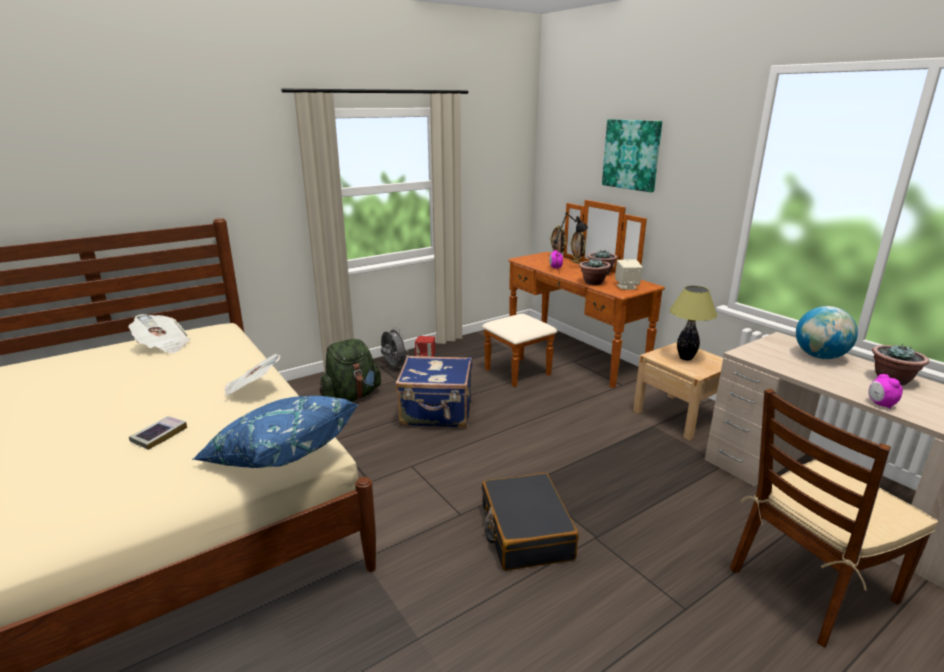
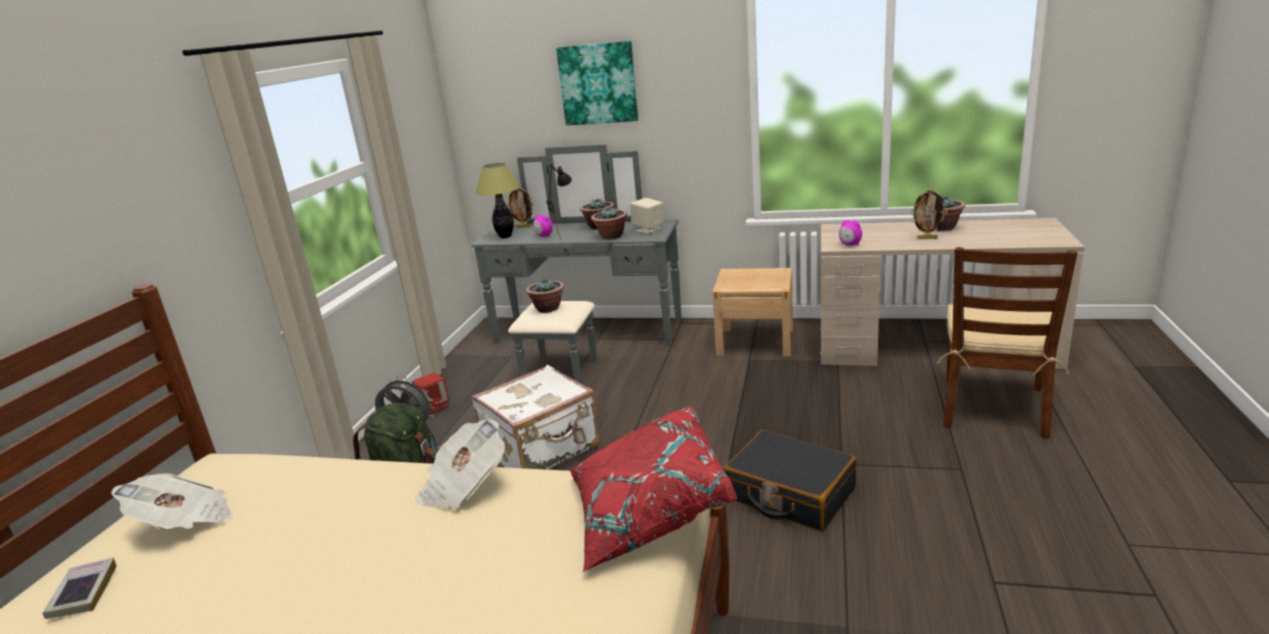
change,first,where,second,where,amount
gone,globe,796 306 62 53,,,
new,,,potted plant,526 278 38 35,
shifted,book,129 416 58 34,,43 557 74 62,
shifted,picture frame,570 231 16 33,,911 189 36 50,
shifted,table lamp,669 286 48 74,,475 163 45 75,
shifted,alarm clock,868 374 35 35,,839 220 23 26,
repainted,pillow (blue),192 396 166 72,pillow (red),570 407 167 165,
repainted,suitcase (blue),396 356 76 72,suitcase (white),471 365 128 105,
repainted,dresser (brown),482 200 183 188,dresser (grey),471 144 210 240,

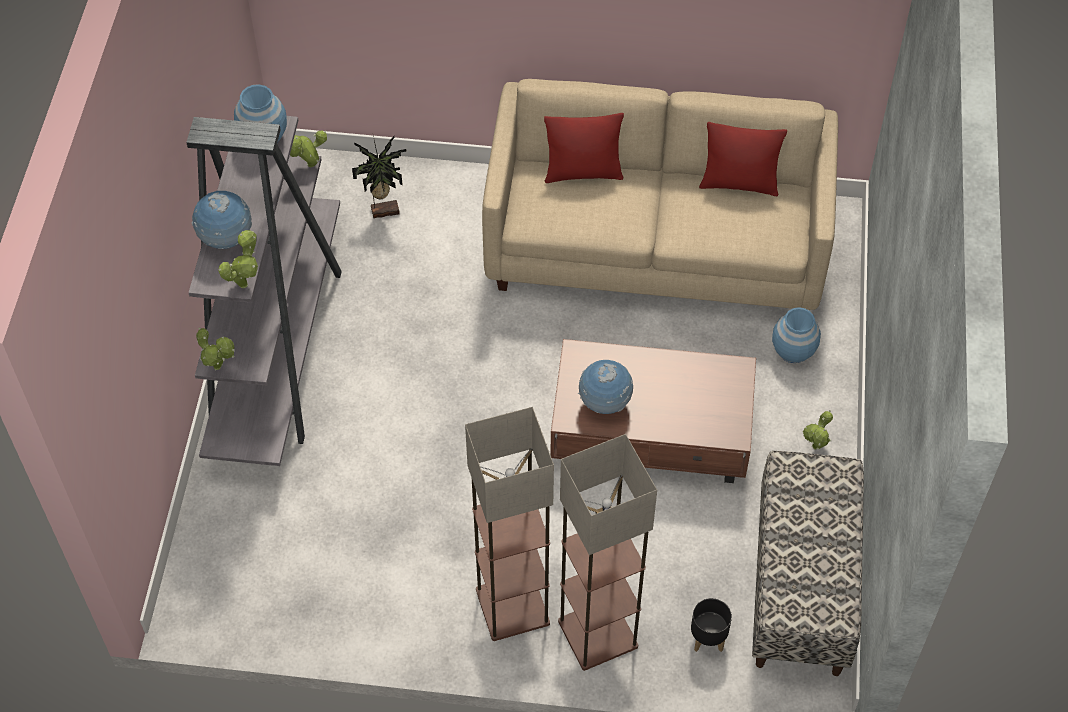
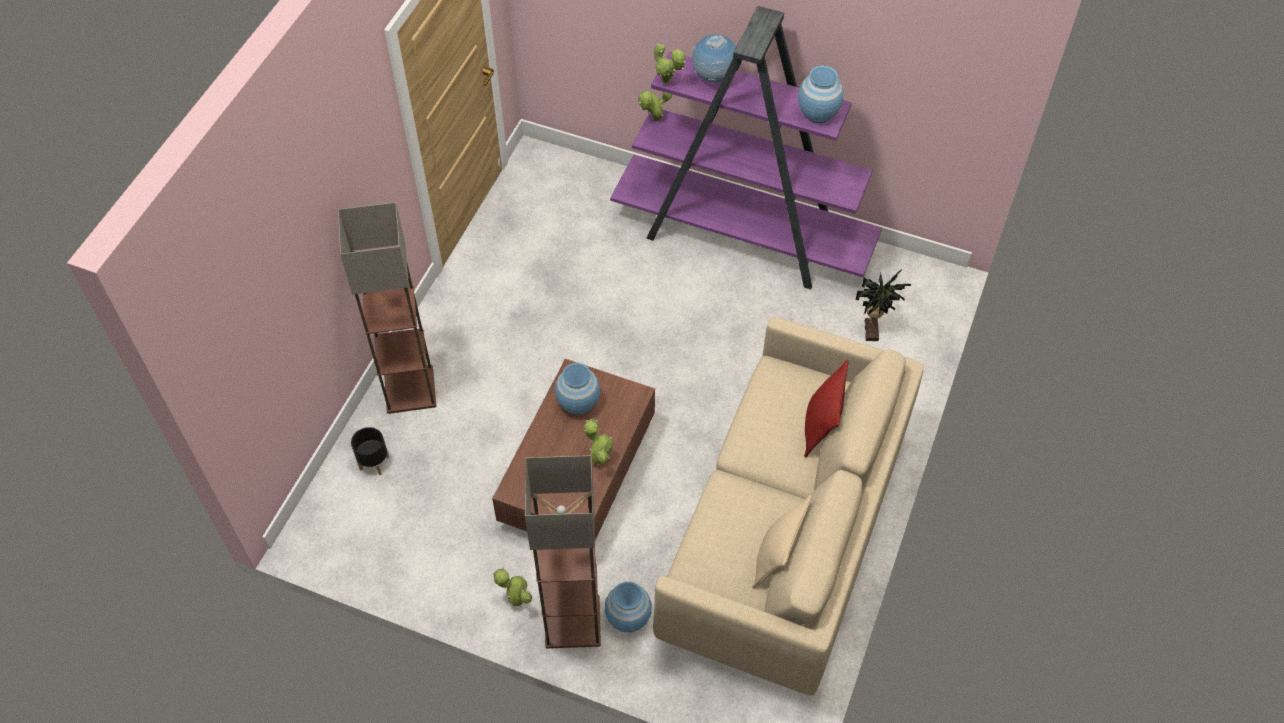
change,first,where,second,where,amount
gone,bench,752 451 112 225,,,
shifted,potted plant,290 131 37 36,,584 419 30 47,
shifted,floor lamp,465 407 89 234,,525 455 76 193,
swapped,globe,578 360 55 54,vase (blue),555 363 45 52,
repainted,bookcase (grey),186 116 156 350,bookcase (purple),610 6 272 283,
repainted,pillow (red),699 122 88 74,pillow (beige),752 495 60 94,

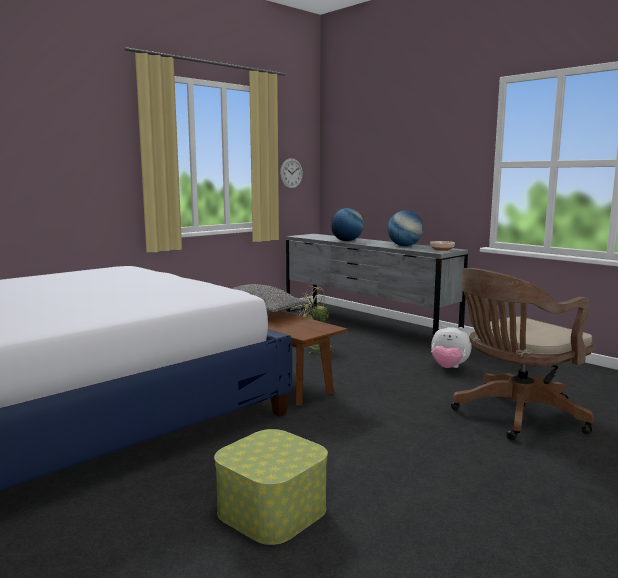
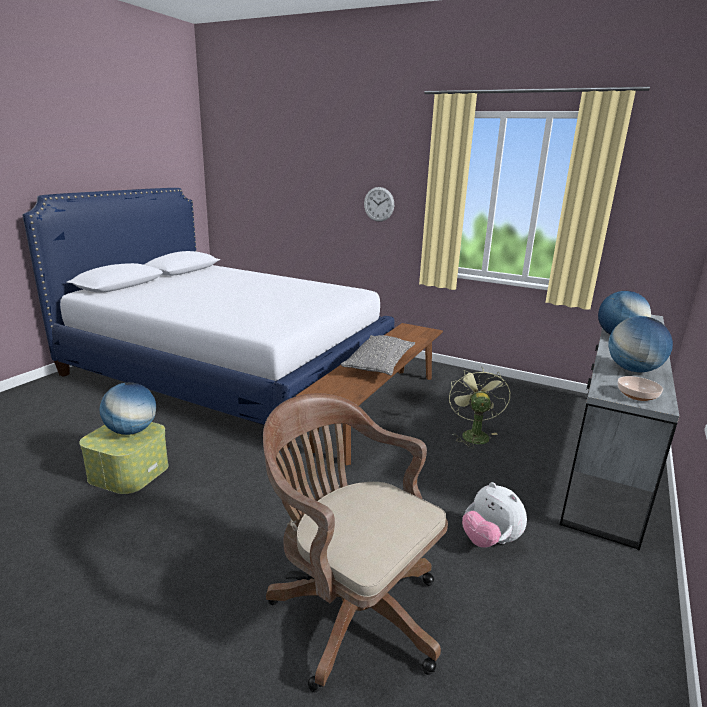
change,first,where,second,where,amount
new,,,globe,99 382 57 53,
shifted,wall clock,280 158 23 31,,364 187 30 35,
rotated,plush toy,431 325 41 43,,462 482 65 66,45 degrees counterclockwise

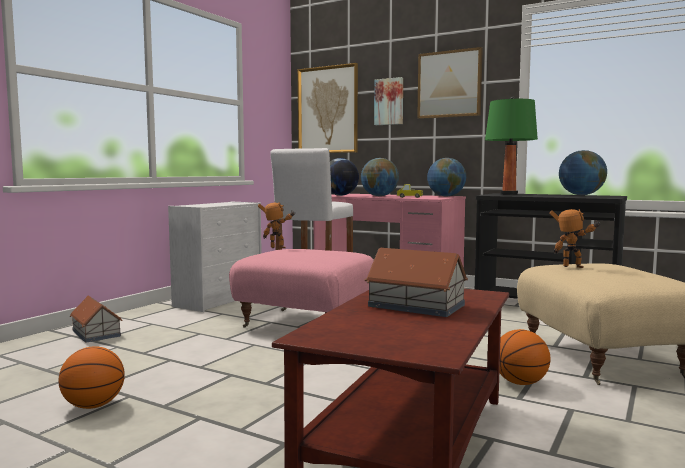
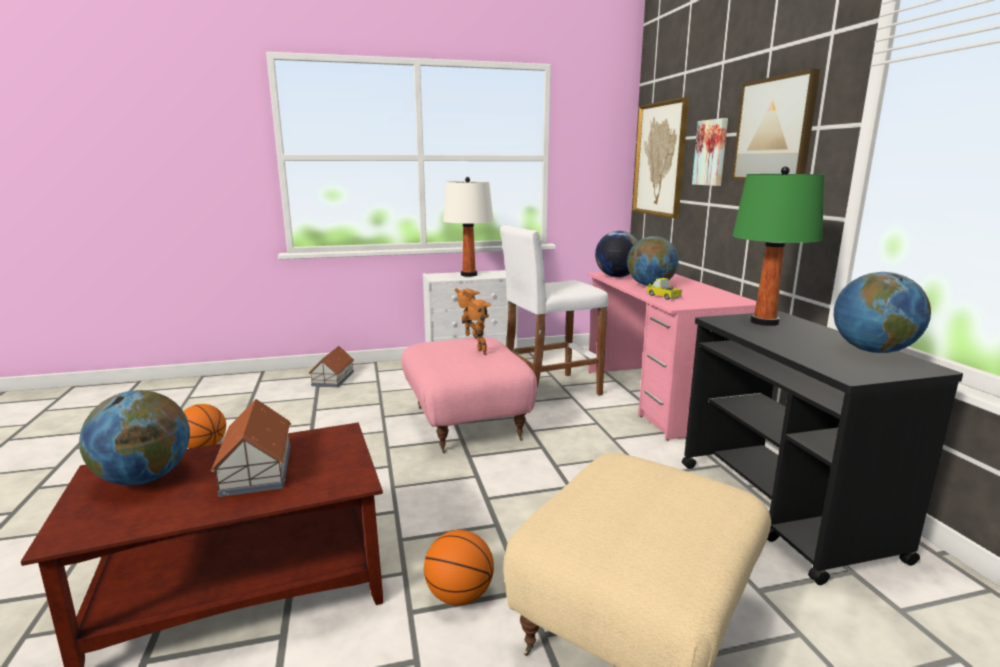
change,first,where,second,where,amount
new,,,table lamp (white),443 177 51 100,
shifted,globe,427 158 39 38,,79 390 111 95,
shifted,toy robot,550 209 51 59,,468 298 23 57,

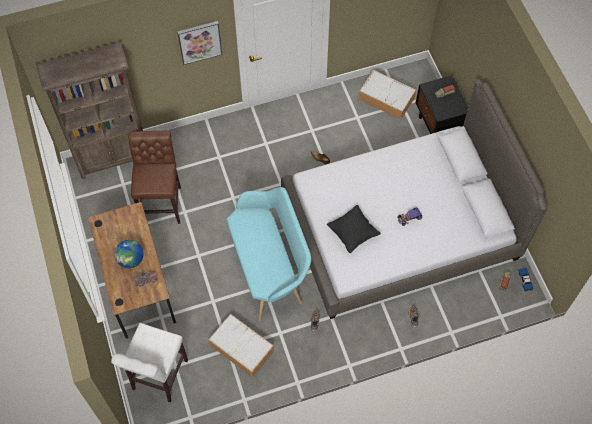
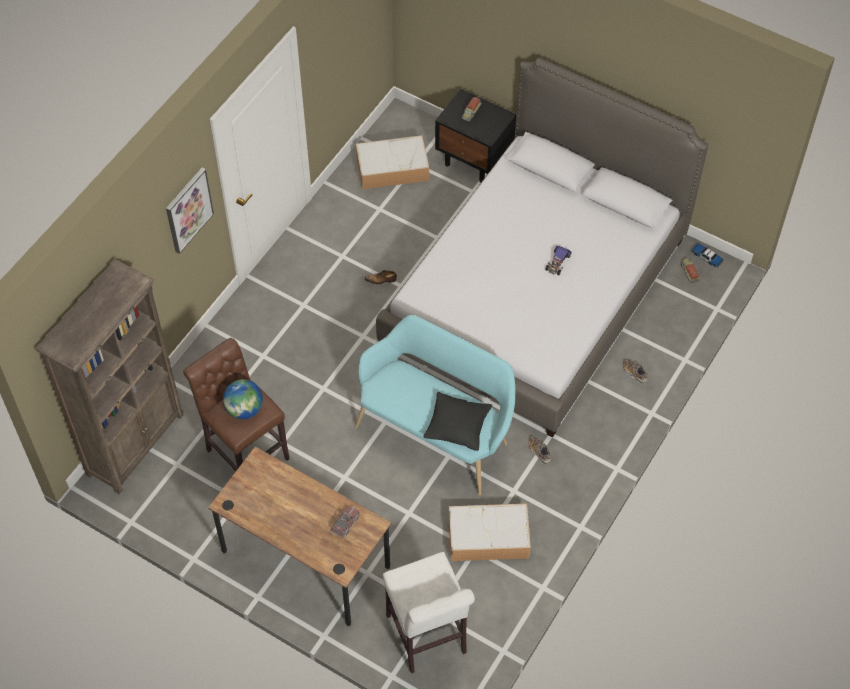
change,first,where,second,where,amount
shifted,globe,115 240 28 28,,223 379 40 40,
shifted,pillow (black),327 205 54 48,,423 392 69 59,

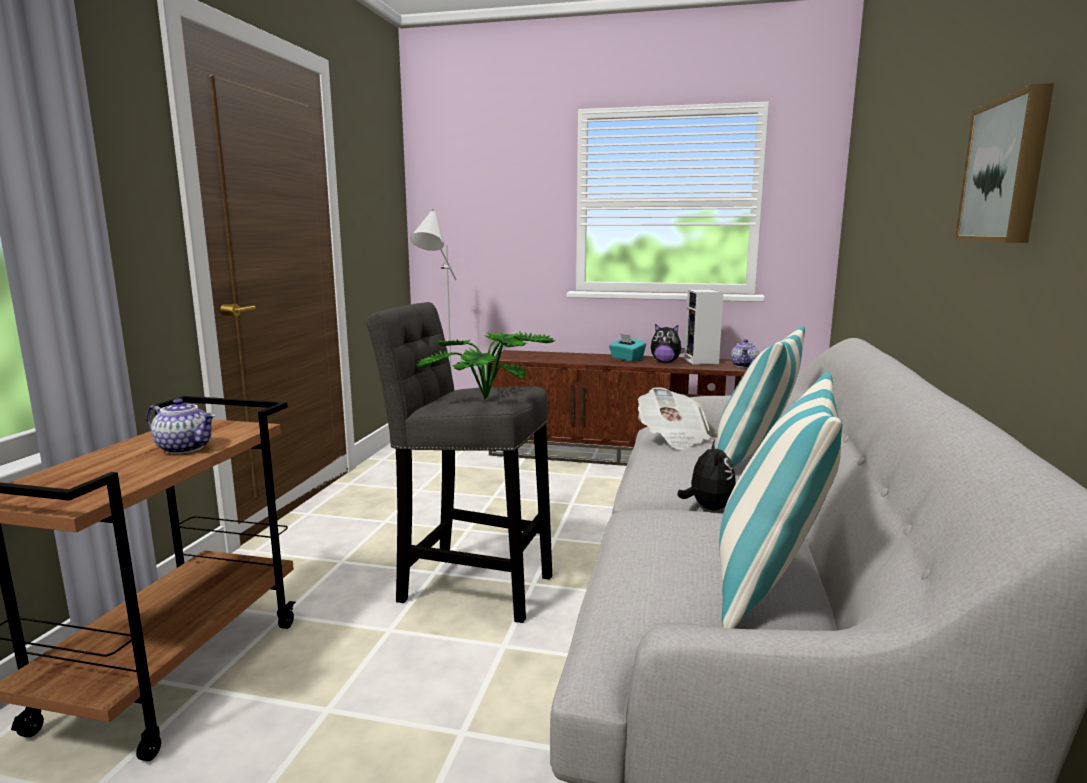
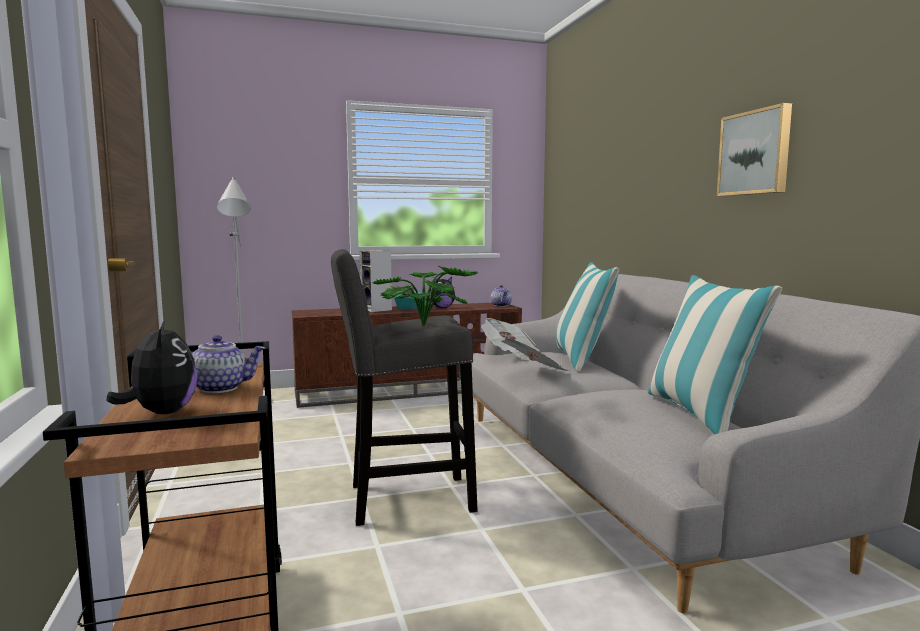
change,first,where,second,where,amount
new,,,newspaper,501 339 68 32,
shifted,plush toy,677 440 59 70,,107 319 90 95,
shifted,speaker,684 290 39 75,,360 250 32 62,

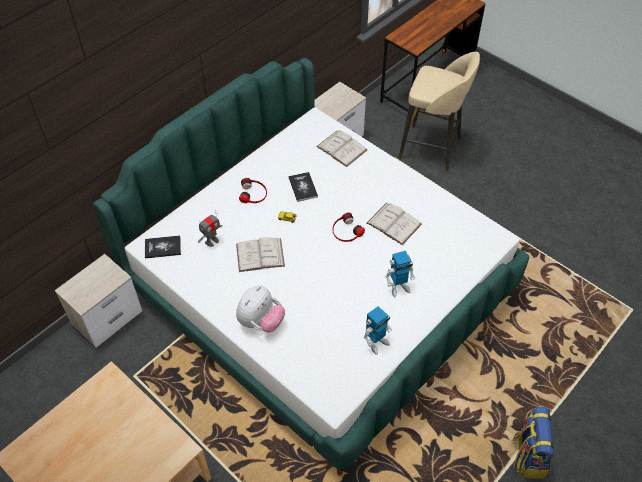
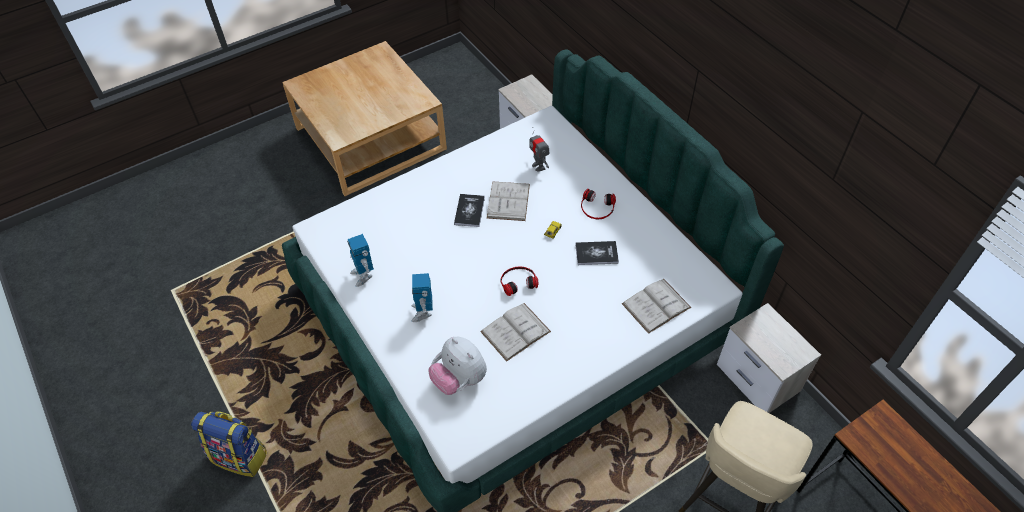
change,first,where,second,where,amount
shifted,book,145 235 36 24,,454 194 31 33,
shifted,plush toy,236 286 49 46,,428 337 59 58,

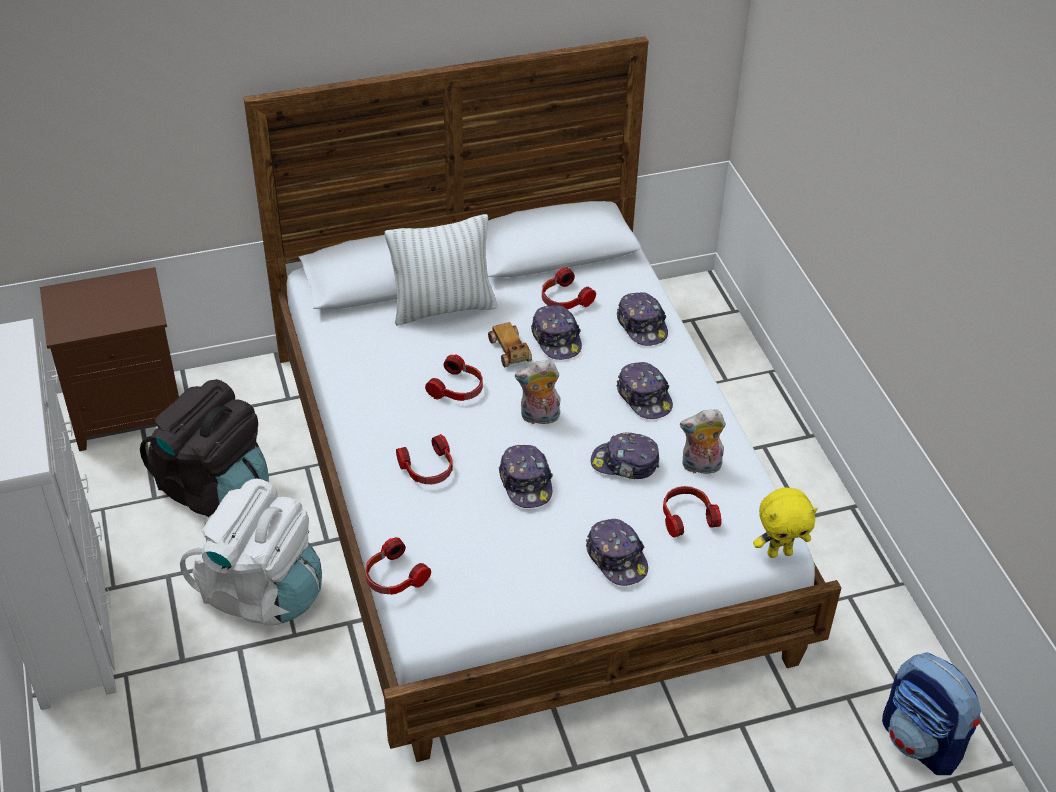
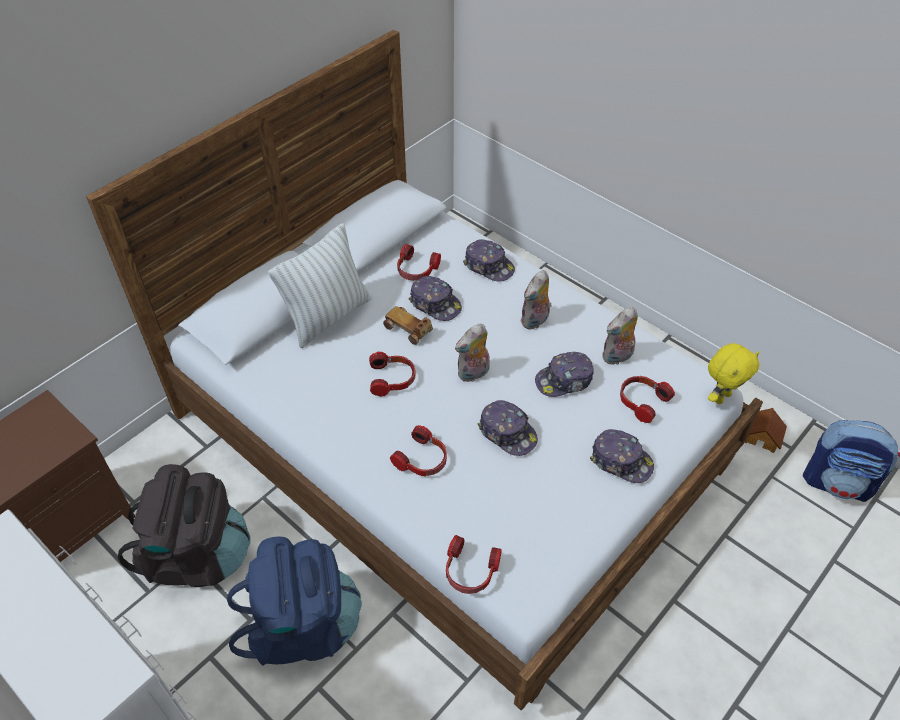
change,first,where,second,where,amount
new,,,toy house,745 408 42 45,
swapped,cap,617 362 56 57,plush toy,520 270 32 60,
repainted,backpack (white),180 479 142 147,backpack (blue),227 536 135 130,

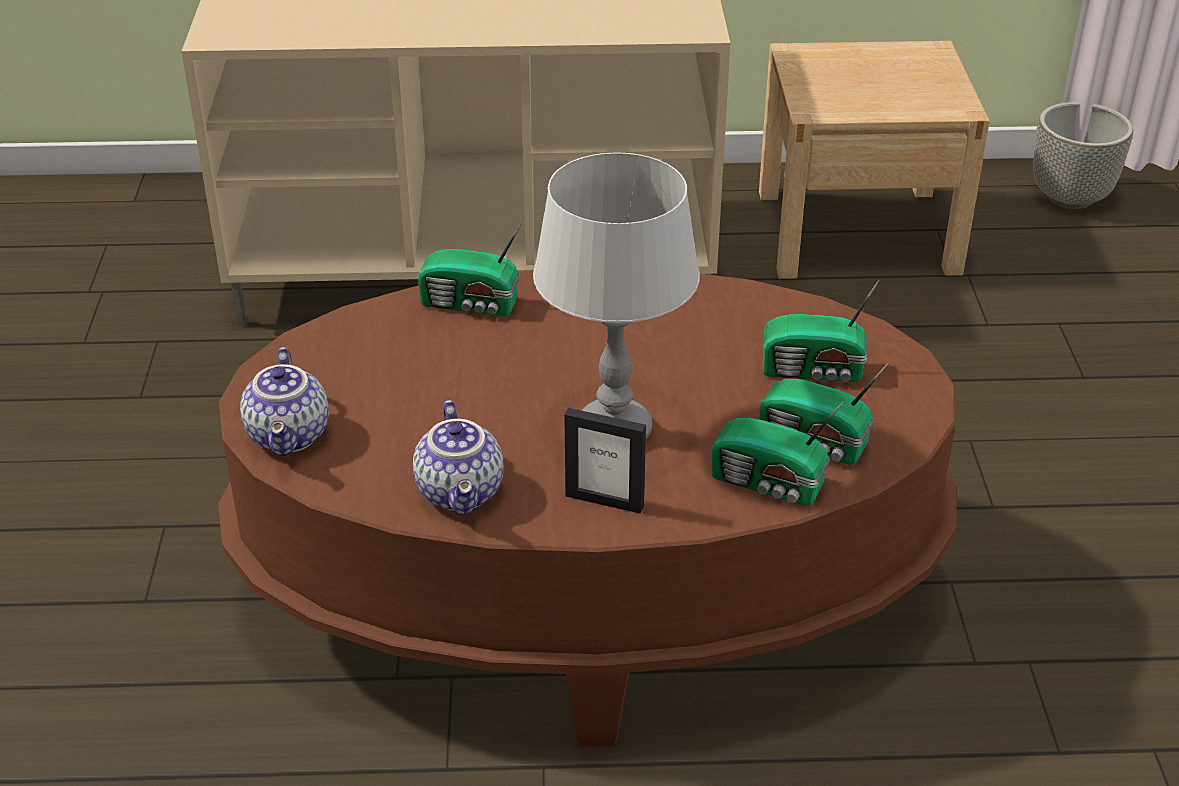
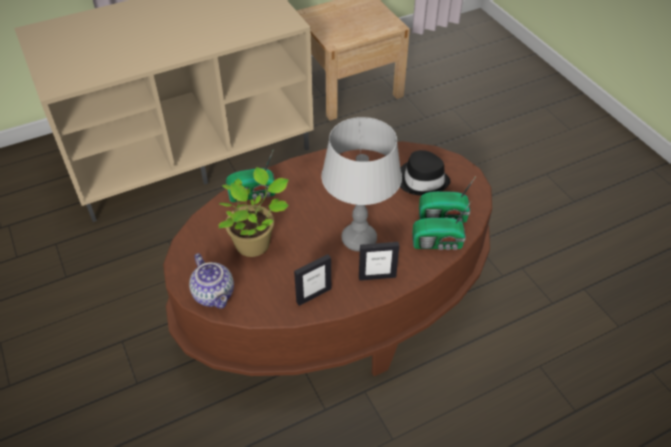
change,first,where,second,where,amount
gone,planter,1033 102 100 107,,,
new,,,potted plant,218 167 71 90,
swapped,teapot,413 400 91 115,picture frame,294 254 37 52,
swapped,radio,763 279 117 103,hat (black),400 150 50 46,

